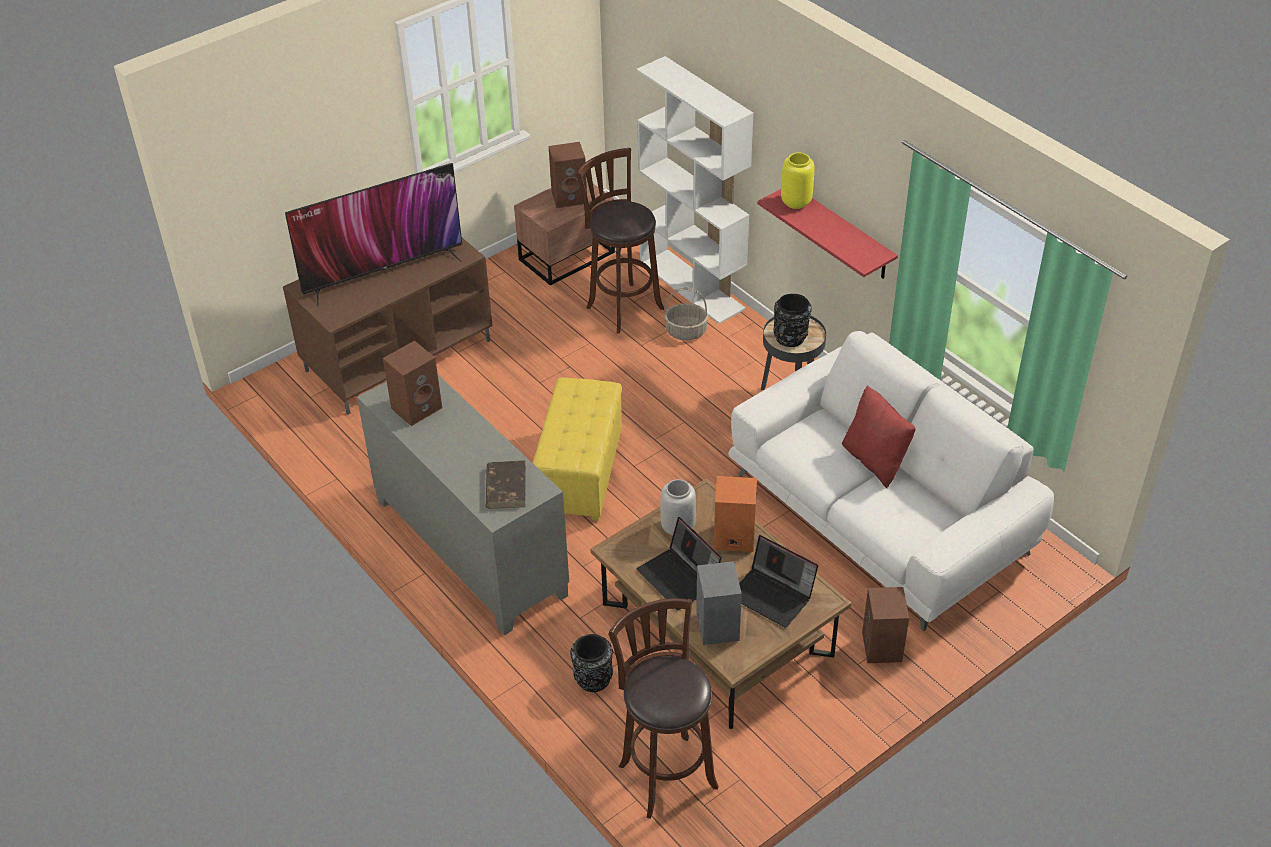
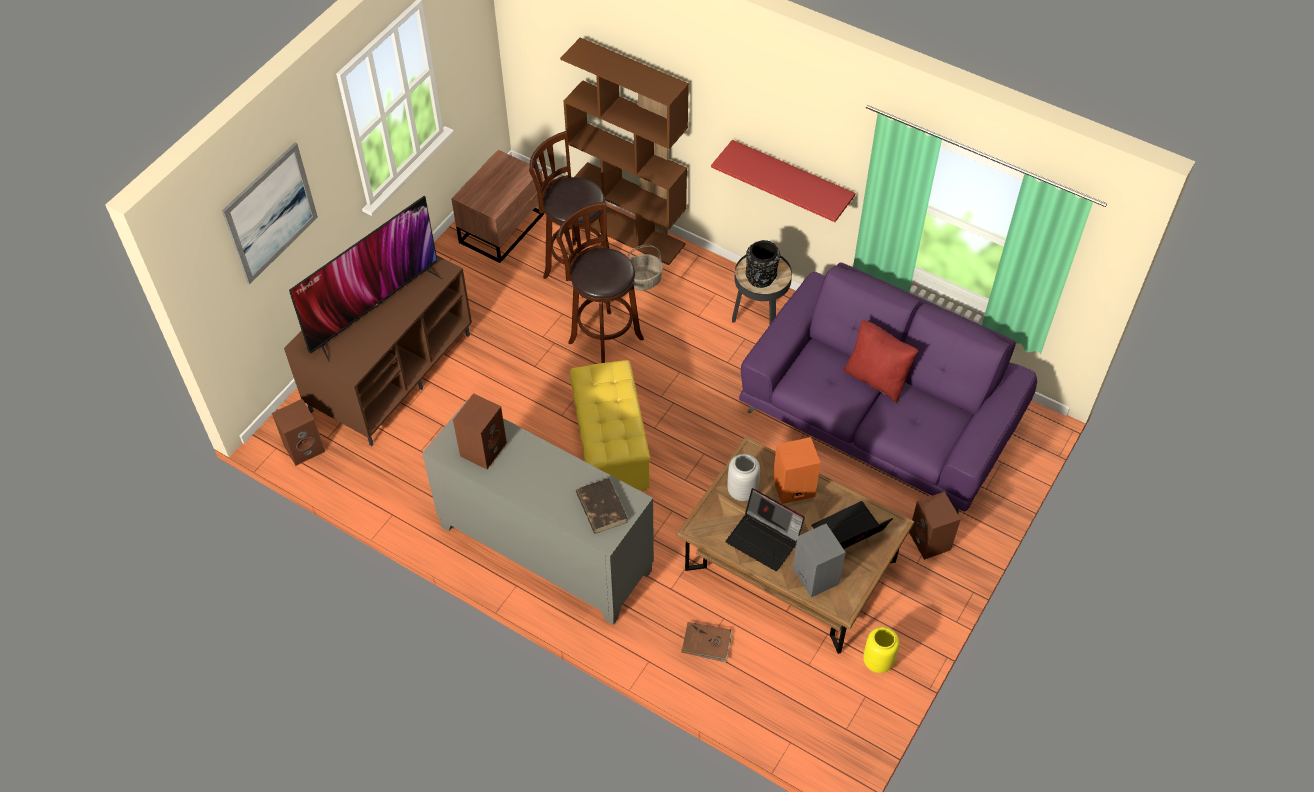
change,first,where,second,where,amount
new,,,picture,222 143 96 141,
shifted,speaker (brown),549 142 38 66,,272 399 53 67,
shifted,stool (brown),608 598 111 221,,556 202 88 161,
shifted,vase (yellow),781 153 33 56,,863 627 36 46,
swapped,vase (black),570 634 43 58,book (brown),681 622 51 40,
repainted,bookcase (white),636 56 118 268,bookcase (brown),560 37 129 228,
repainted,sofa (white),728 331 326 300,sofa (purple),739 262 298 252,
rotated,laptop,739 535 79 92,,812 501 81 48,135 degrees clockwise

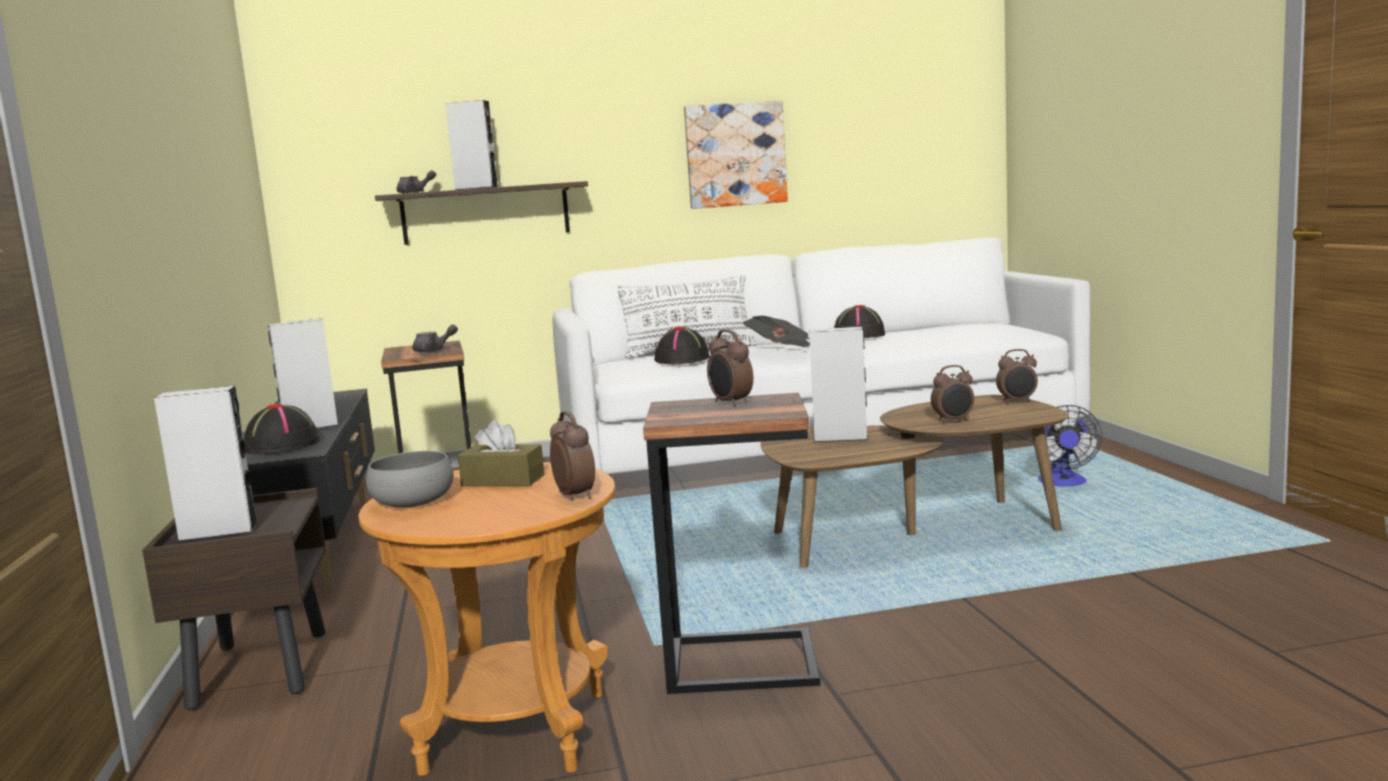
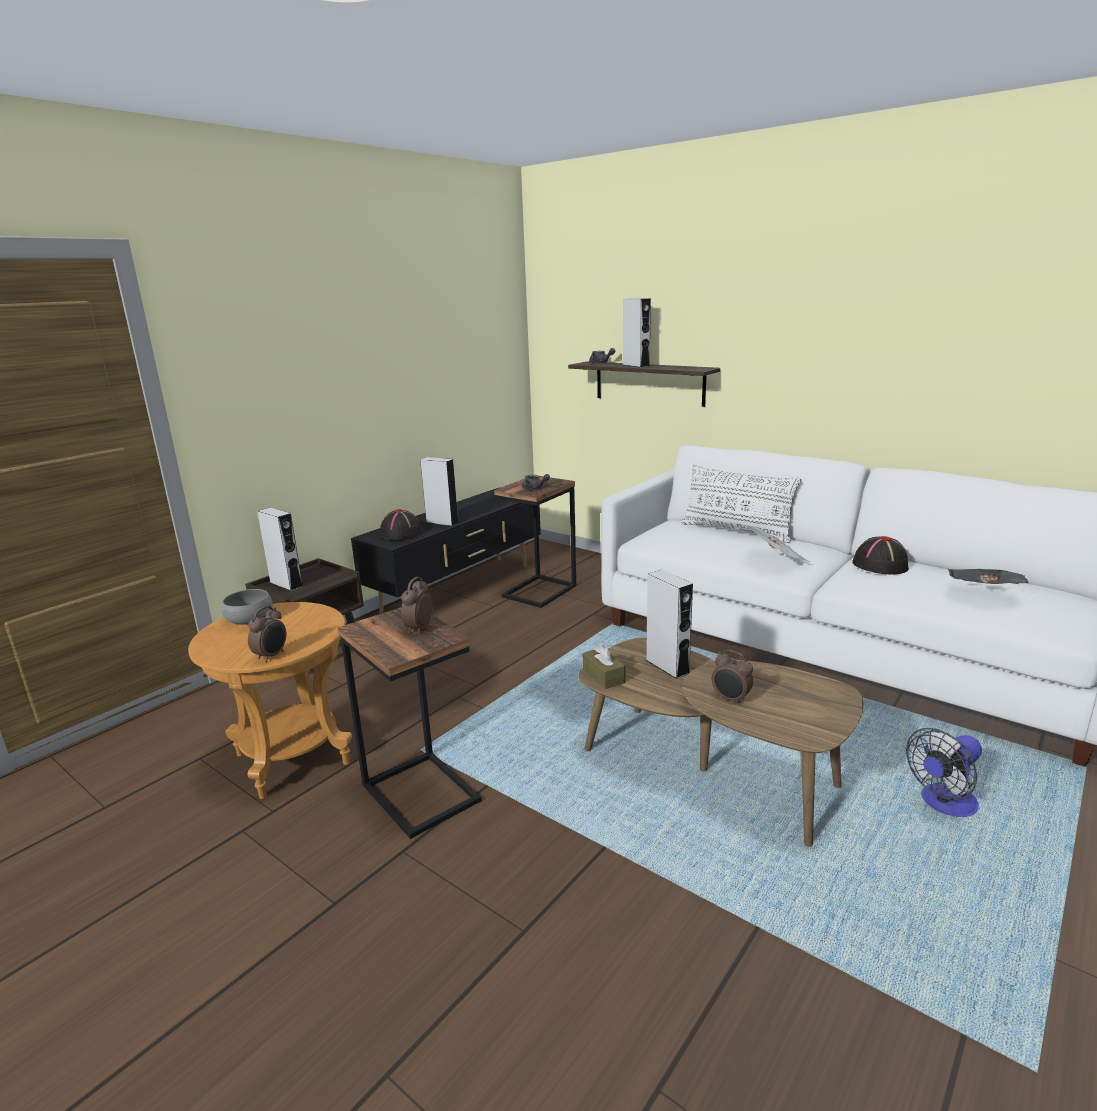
change,first,where,second,where,amount
gone,hat (black),654 327 56 37,,,
gone,picture,684 101 104 108,,,
gone,alarm clock,996 349 42 54,,,
new,,,newspaper,948 569 81 15,
shifted,tissue box (brown),458 420 87 66,,583 642 43 47,

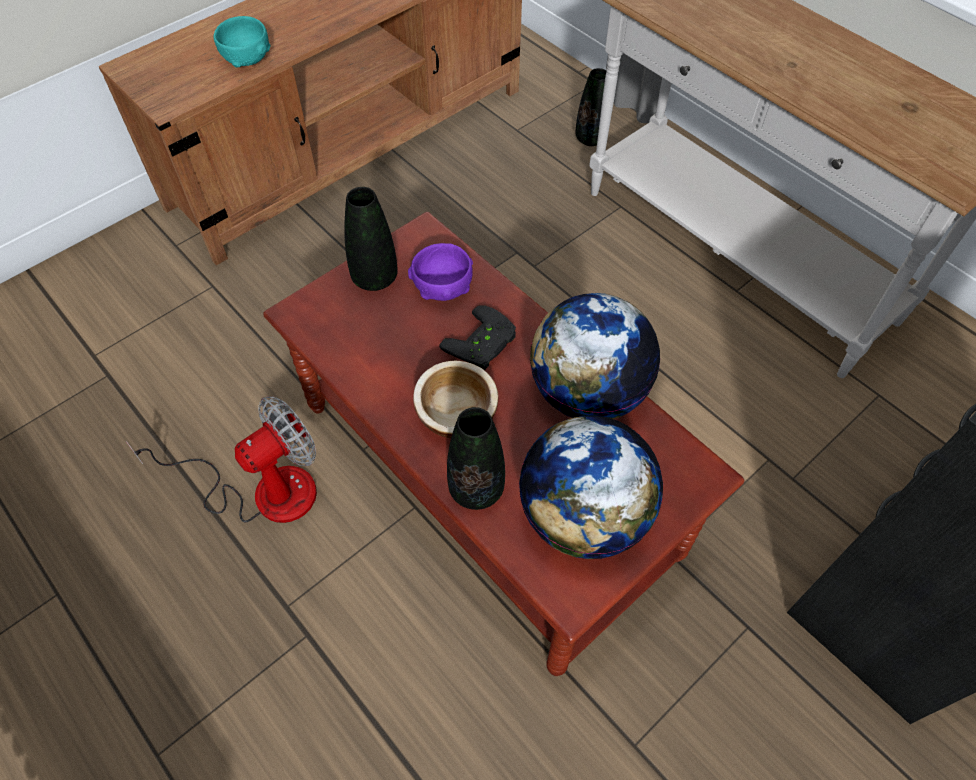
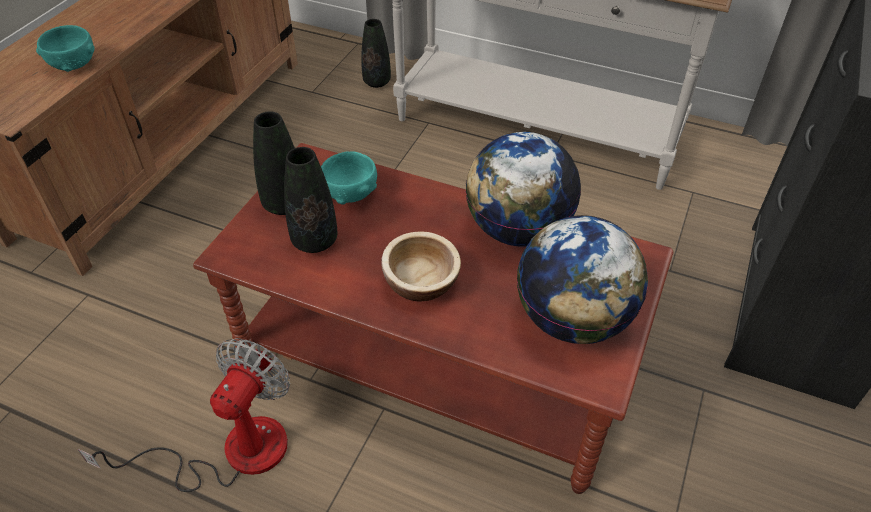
change,first,where,second,where,amount
gone,game controller (black),439 306 77 64,,,
shifted,vase (black),447 407 58 103,,284 147 54 106,
repainted,bowl (purple),408 243 65 58,bowl (turquoise),321 151 56 53,

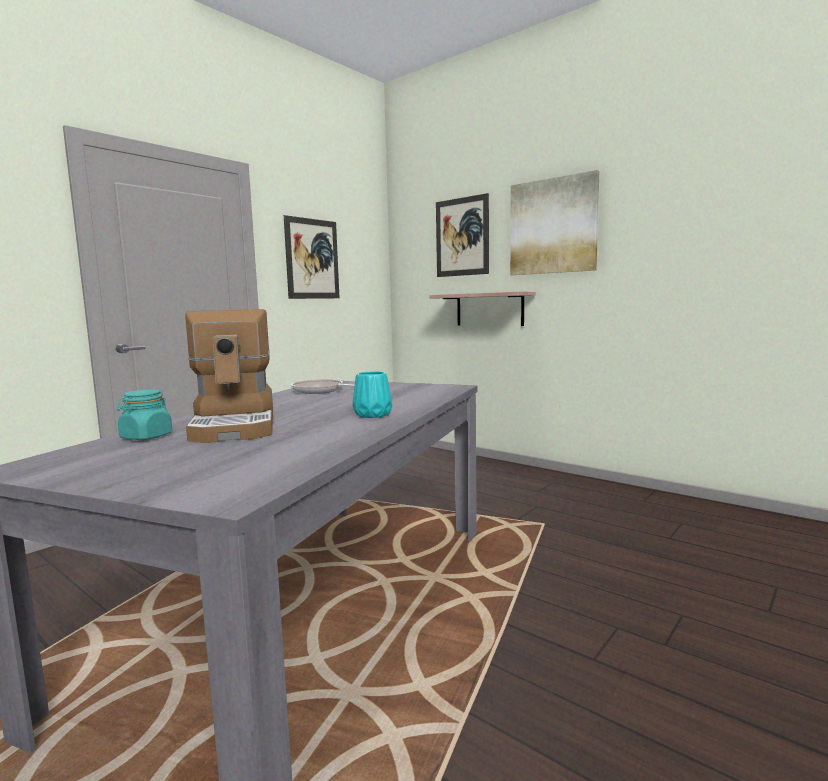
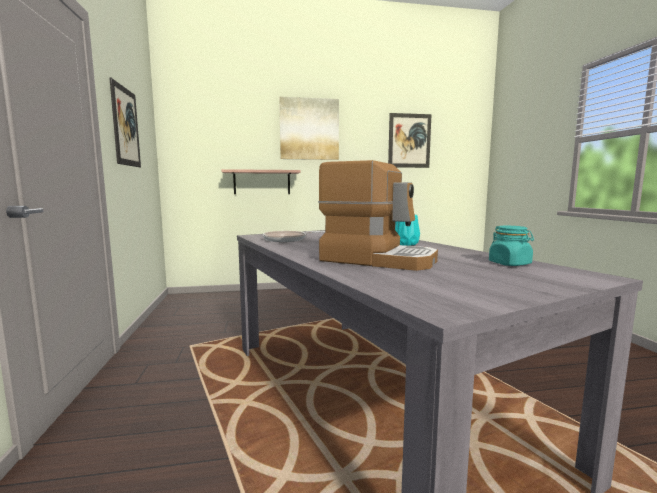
change,first,where,second,where,amount
shifted,jar (turquoise),117 390 55 50,,489 226 45 40,
shifted,picture,436 193 53 84,,388 113 44 55,

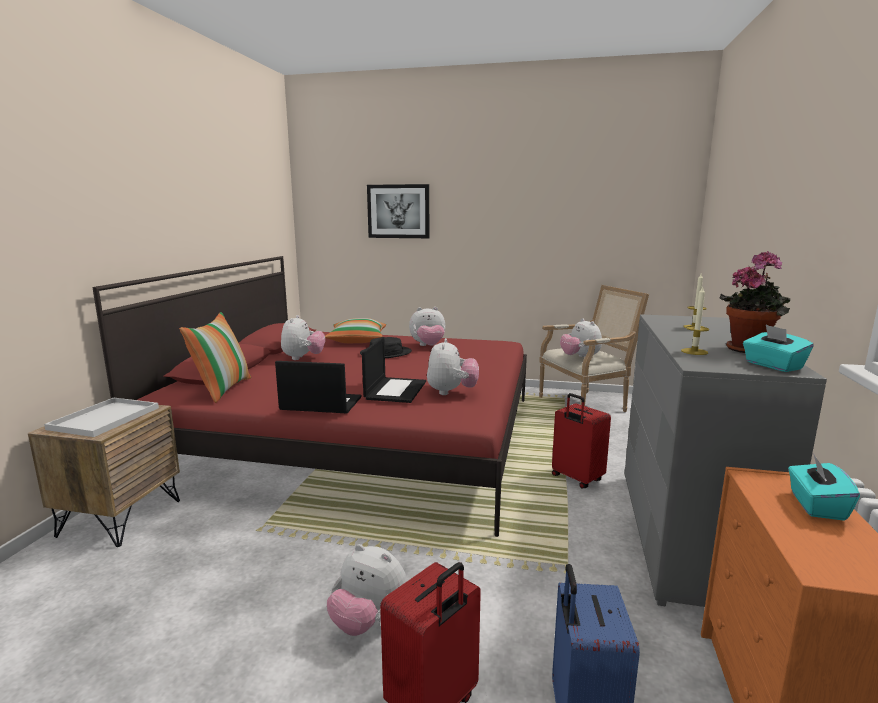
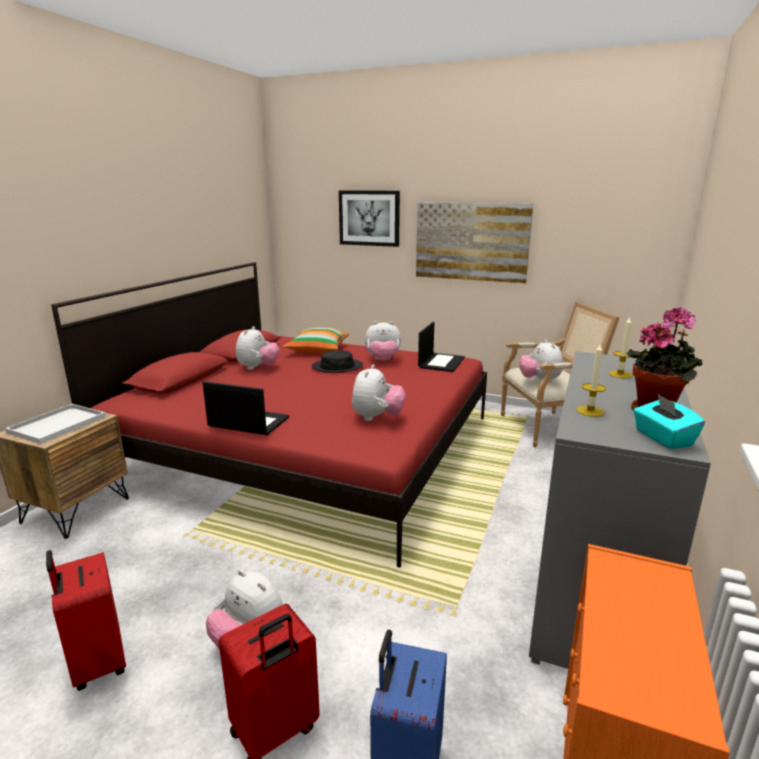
change,first,where,second,where,amount
gone,pillow,179 312 72 91,,,
gone,tissue box (turquoise),788 453 72 68,,,
new,,,picture,416 202 117 81,
shifted,laptop,362 337 64 66,,418 322 47 50,
shifted,suitcase (red),552 393 59 96,,46 550 80 141,

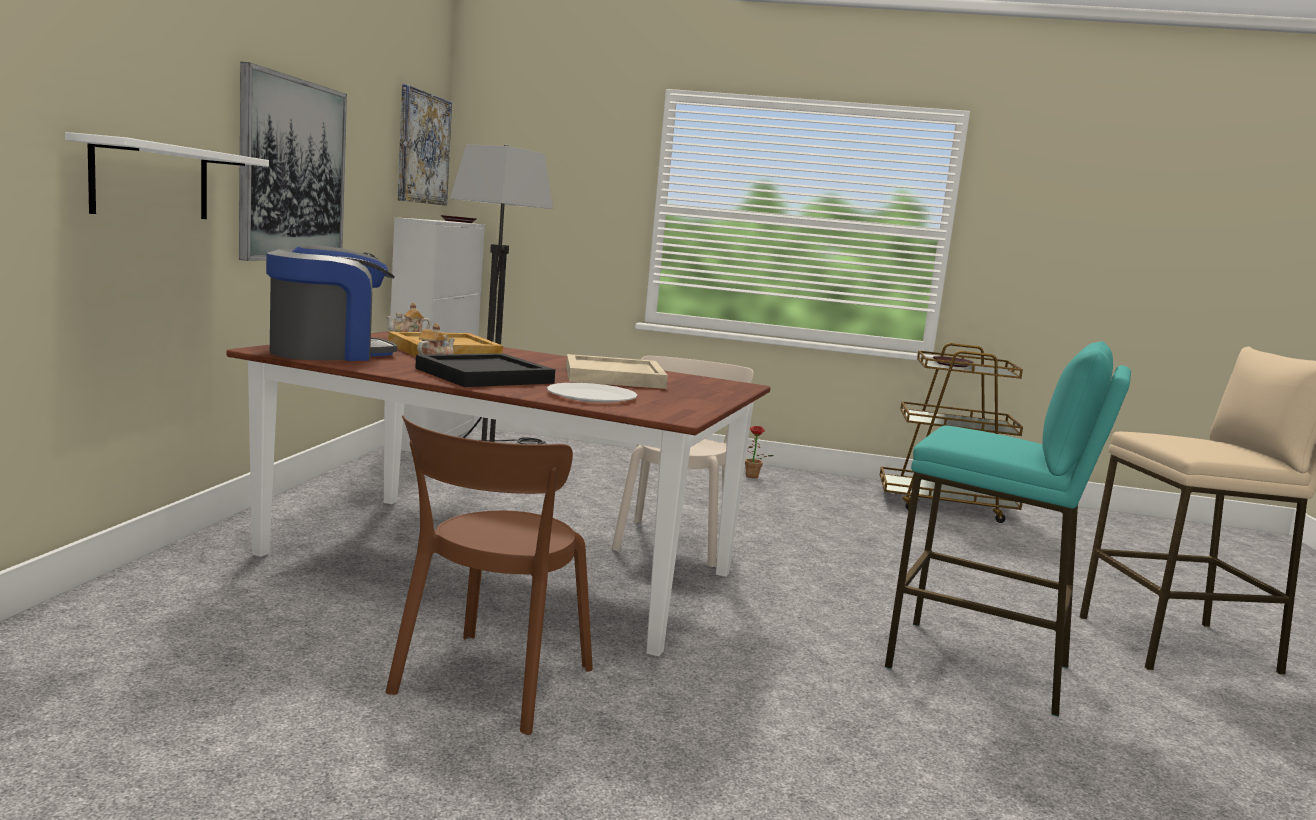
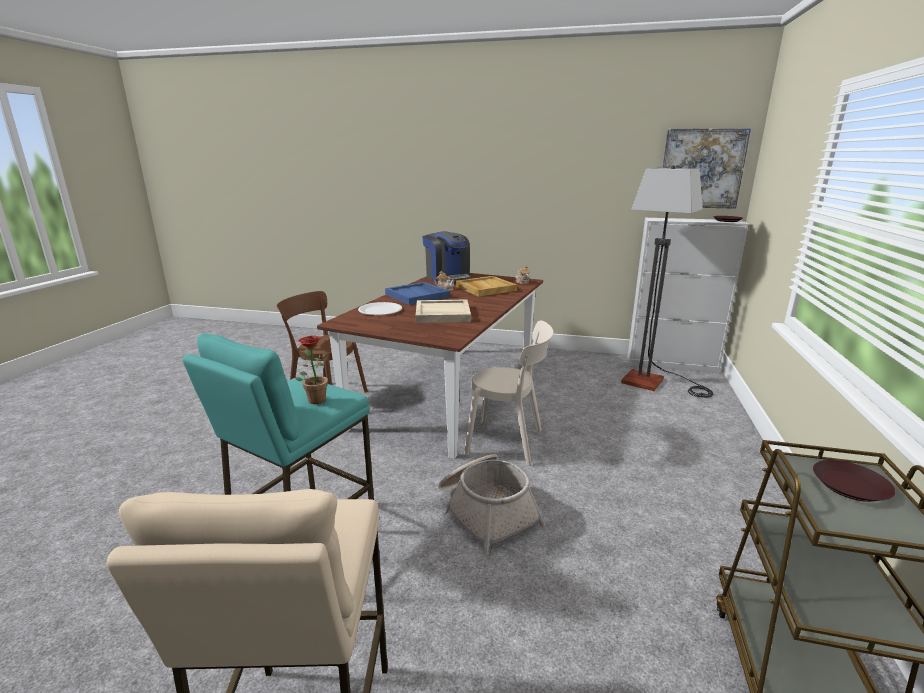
change,first,where,second,where,amount
gone,shelf (white),65 132 204 87,,,
gone,picture,239 62 108 199,,,
new,,,basket,438 454 107 101,
shifted,potted plant,745 426 29 52,,295 336 33 68,
repainted,tray (black),415 353 140 34,tray (blue),385 282 65 23,

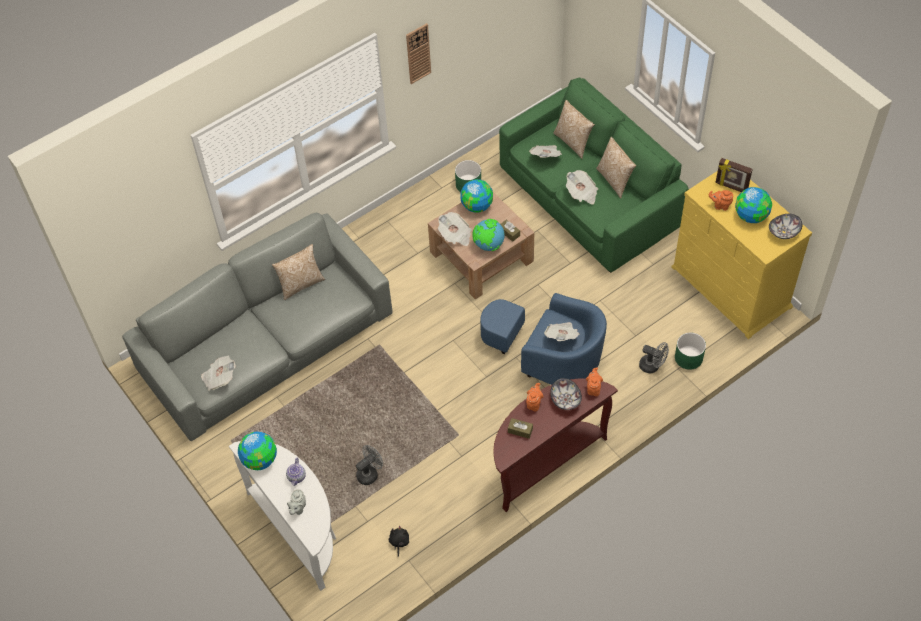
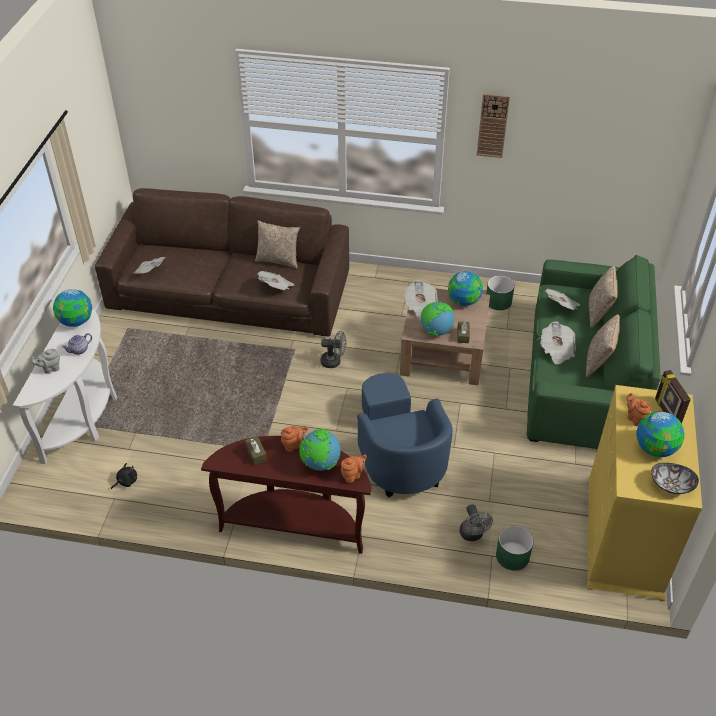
change,first,where,second,where,amount
shifted,fan (grey),356 445 27 40,,321 331 25 37,
shifted,newspaper,544 322 36 19,,258 271 36 19,
swapped,bowl,550 378 32 32,globe,299 429 42 42,
repainted,sofa (grey),122 213 271 228,sofa (brown),95 188 254 148,

